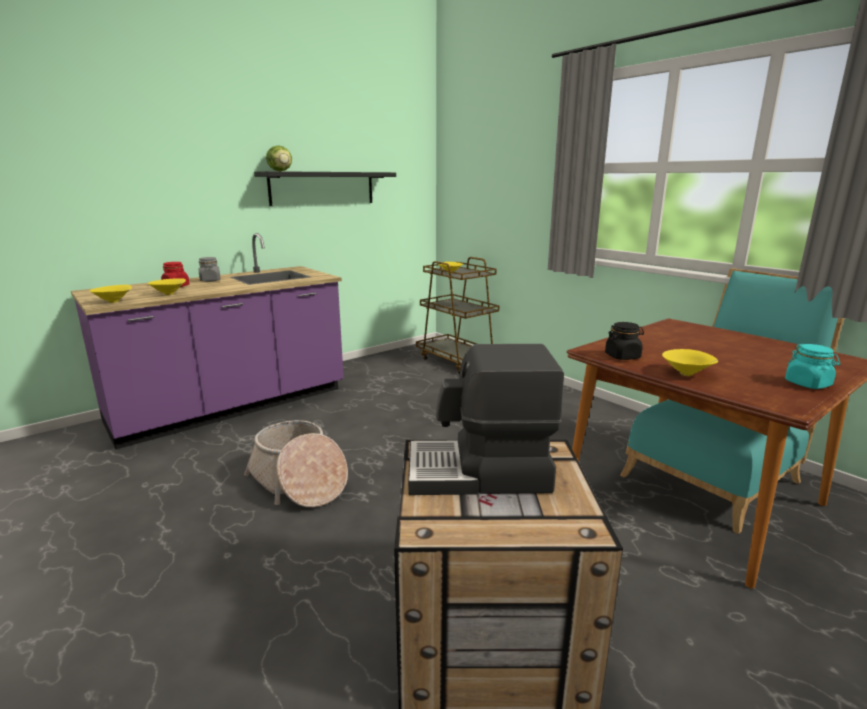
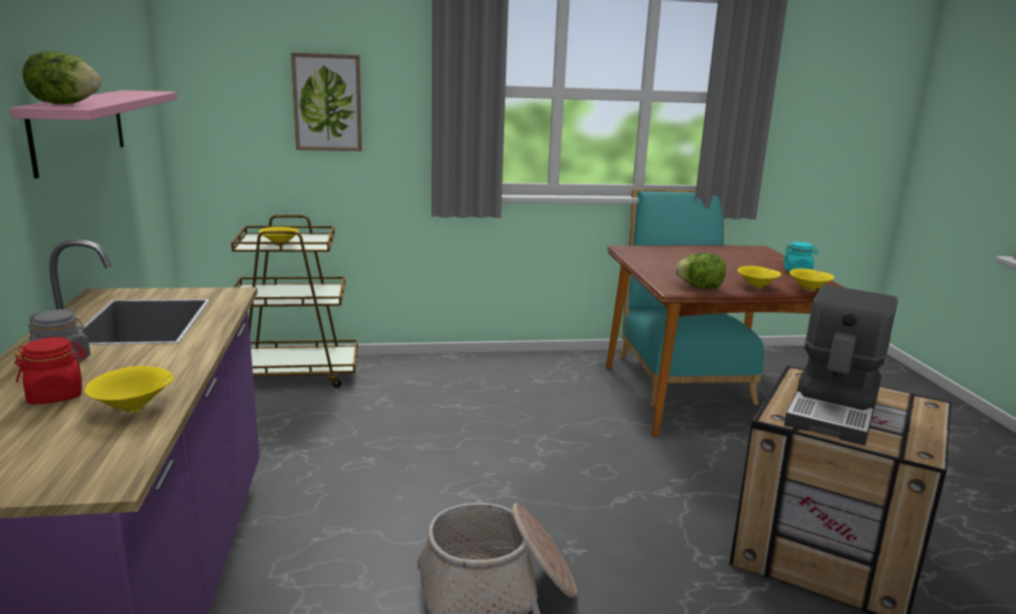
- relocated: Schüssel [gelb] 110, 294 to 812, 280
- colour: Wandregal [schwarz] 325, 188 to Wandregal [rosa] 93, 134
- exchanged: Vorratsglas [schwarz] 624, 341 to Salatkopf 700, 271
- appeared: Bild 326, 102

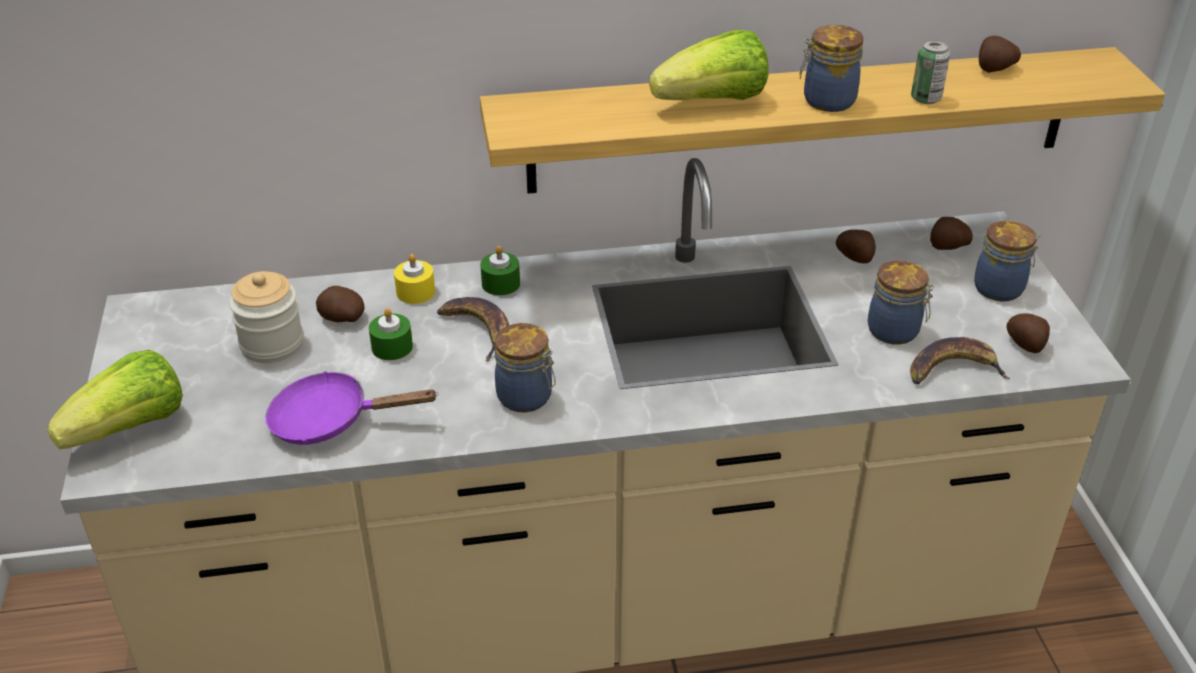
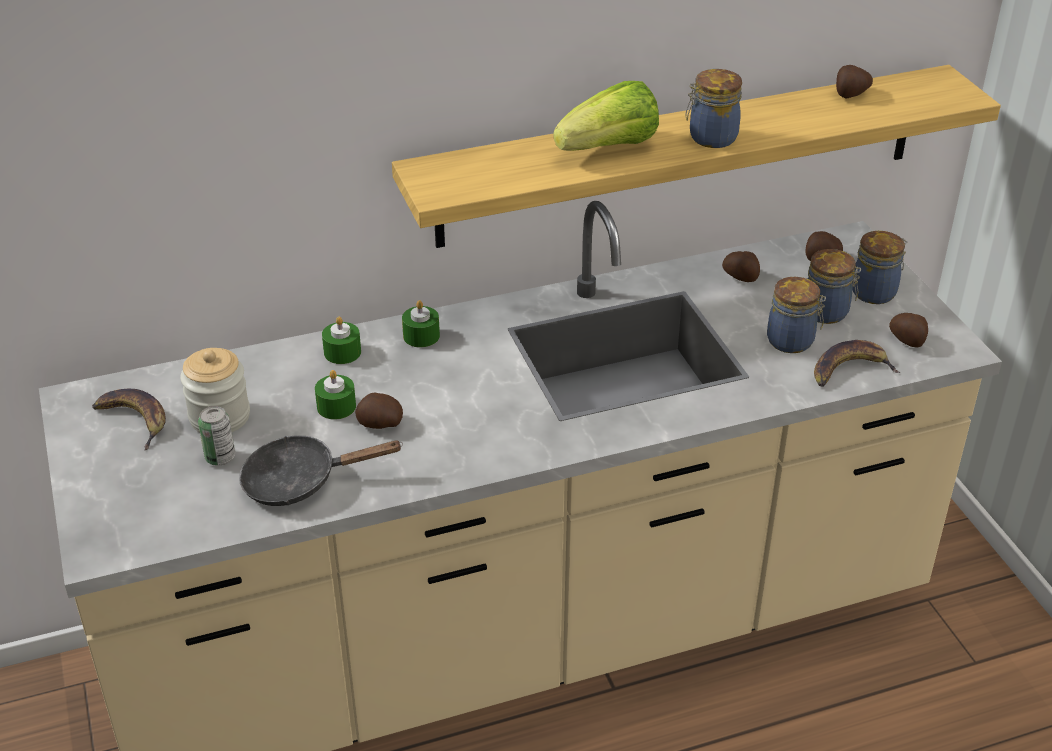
- missing: Salatkopf 115, 399
- colour: Pfanne [lila] 351, 408 to Pfanne [schwarz] 321, 470
- relocated: Kartoffel 340, 304 to 379, 411
- colour: Kerze [gelb] 414, 279 to Kerze [grün] 341, 340
- relocated: Banane 473, 329 to 129, 419
- relocated: Vorratsglas 525, 367 to 834, 286
- relocated: Dose 930, 72 to 216, 436

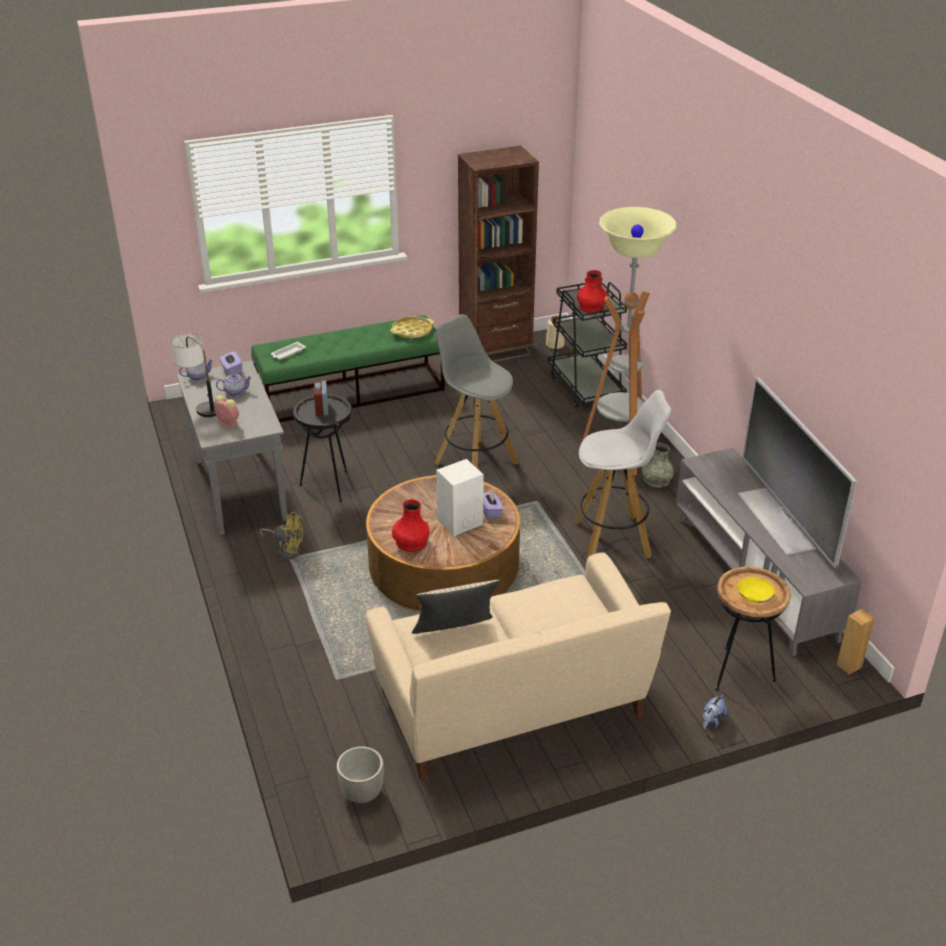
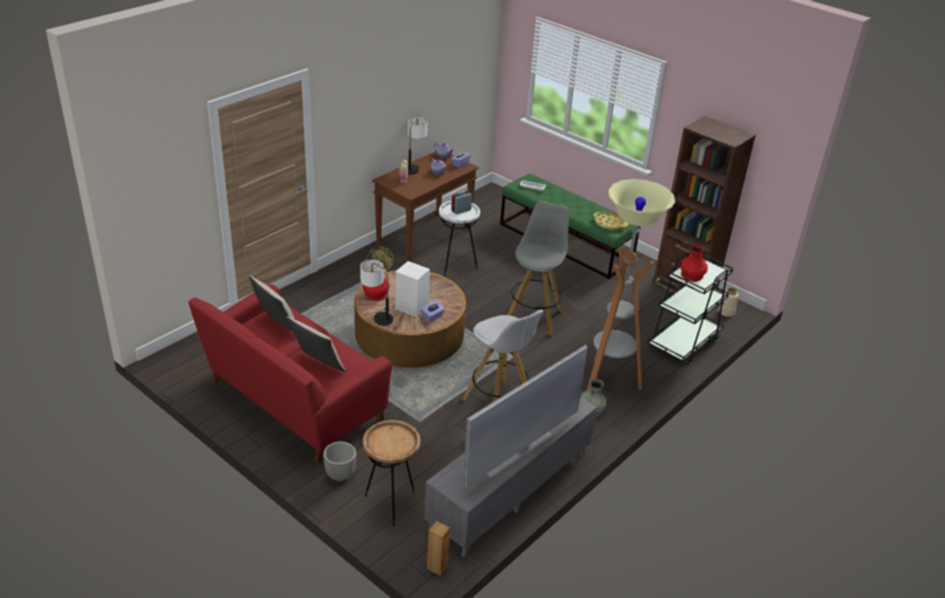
- colour: Konsolentisch [grau] 231, 448 to Konsolentisch [braun] 425, 206
- colour: Beistelltisch [schwarz] 322, 448 to Beistelltisch [weiß] 459, 238
- relocated: Pflanzkübel 360, 774 to 339, 461
- colour: Sofa [beige] 518, 666 to Sofa [rot] 290, 374
- missing: Plüschtier 714, 712
- missing: Schüssel [gelb] 756, 590
- appeared: Kissen [beige] 316, 344
- appeared: Tischlampe 376, 292

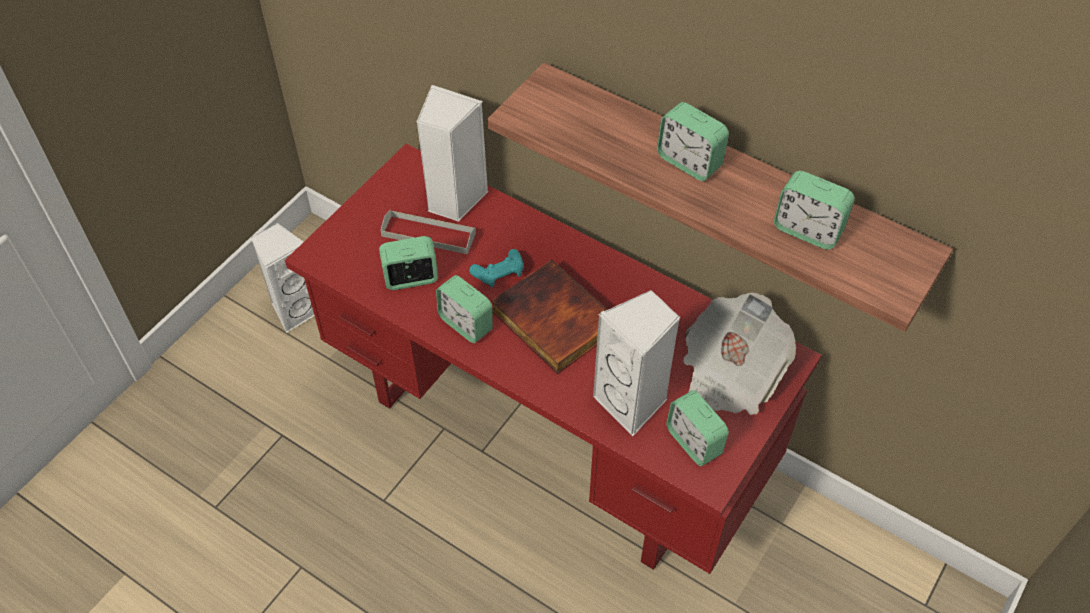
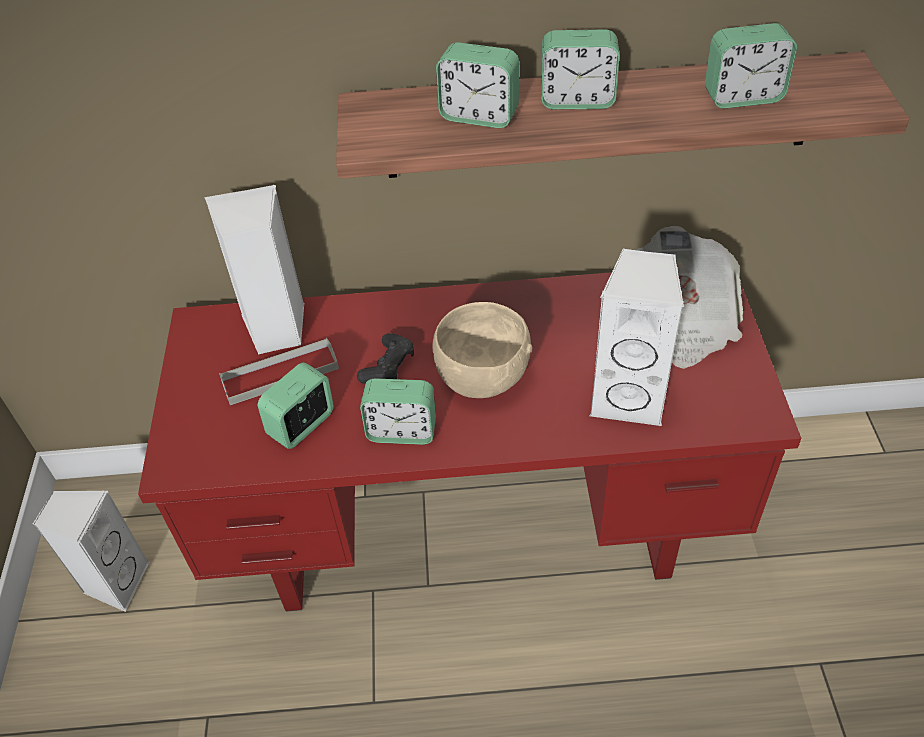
- colour: Gamepad [türkis] 496, 268 to Gamepad [schwarz] 385, 358
- exchanged: Buch 549, 317 to Schüssel [beige] 482, 350
- relocated: Wecker 697, 428 to 477, 85

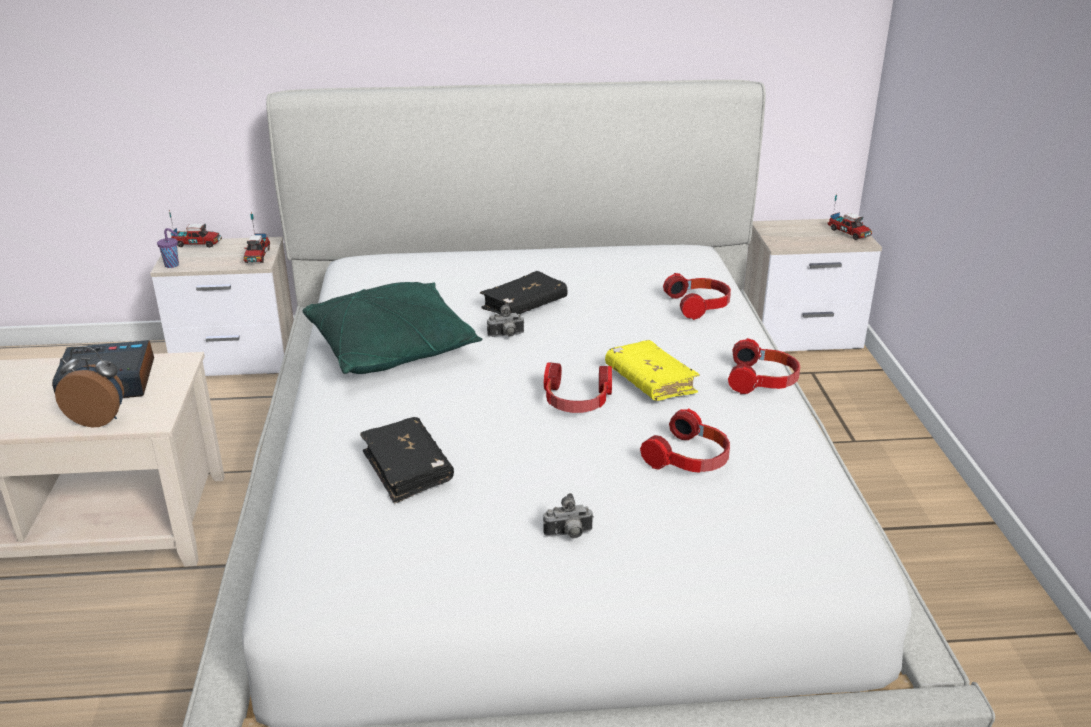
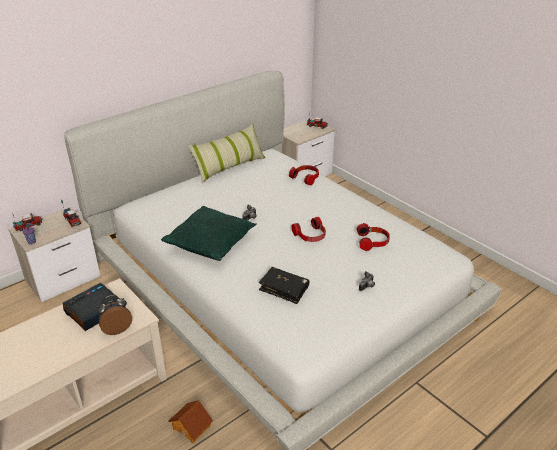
- missing: Buch [schwarz] 524, 292
- missing: Buch [gelb] 652, 370
- missing: Kopfhörer 764, 366
- appeared: Spielzeughaus 191, 421
- appeared: Kissen 226, 153

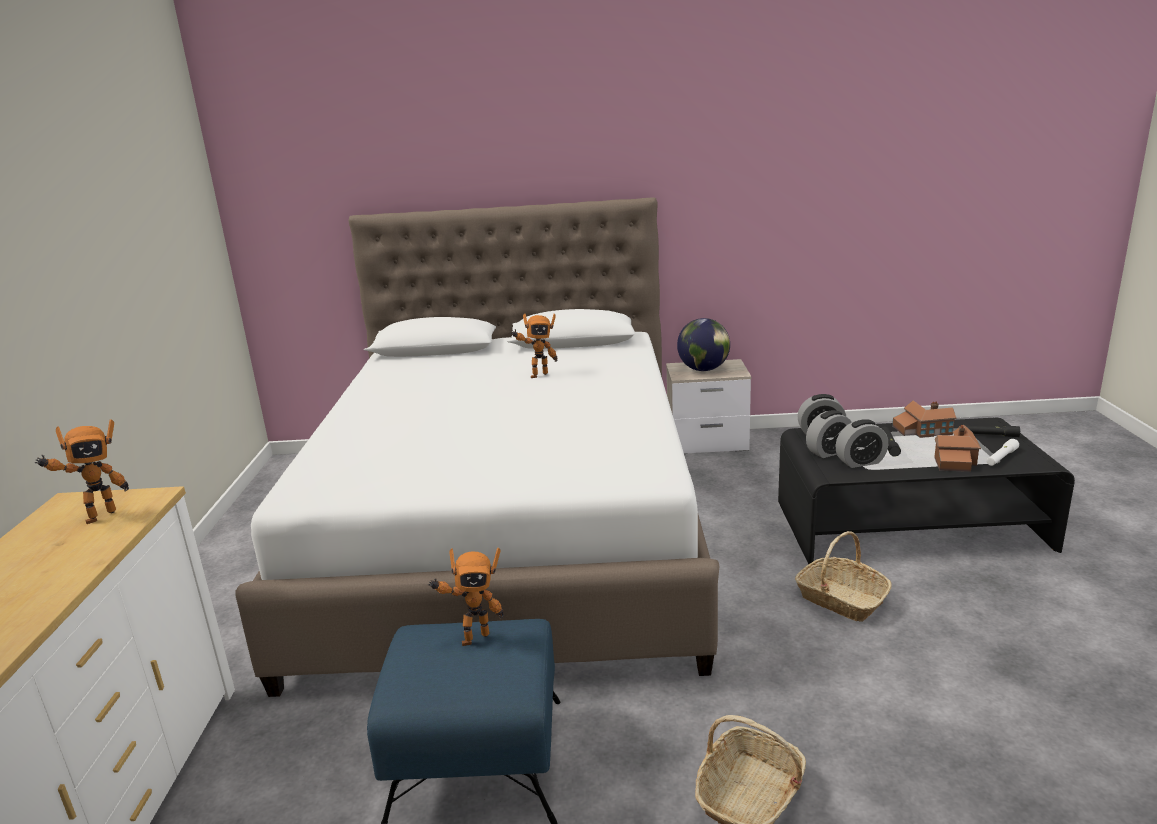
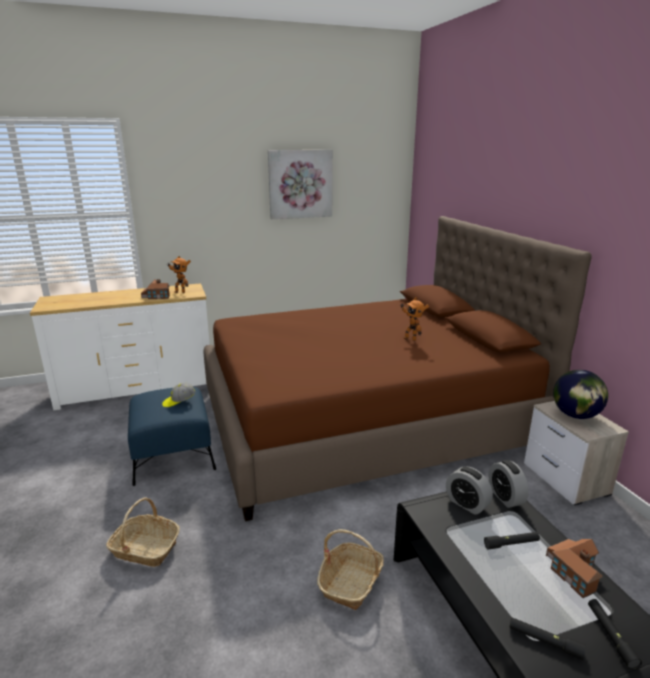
- colour: Bett [weiß] 477, 447 to Bett [braun] 397, 368
- exchanged: Spielzeugroboter 466, 597 to Kappe 178, 395
- missing: Wecker 861, 443
- relocated: Spielzeughaus 957, 448 to 155, 289
- colour: Taschenlampe [weiß] 1003, 452 to Taschenlampe [schwarz] 548, 639
- appeared: Bild 300, 184

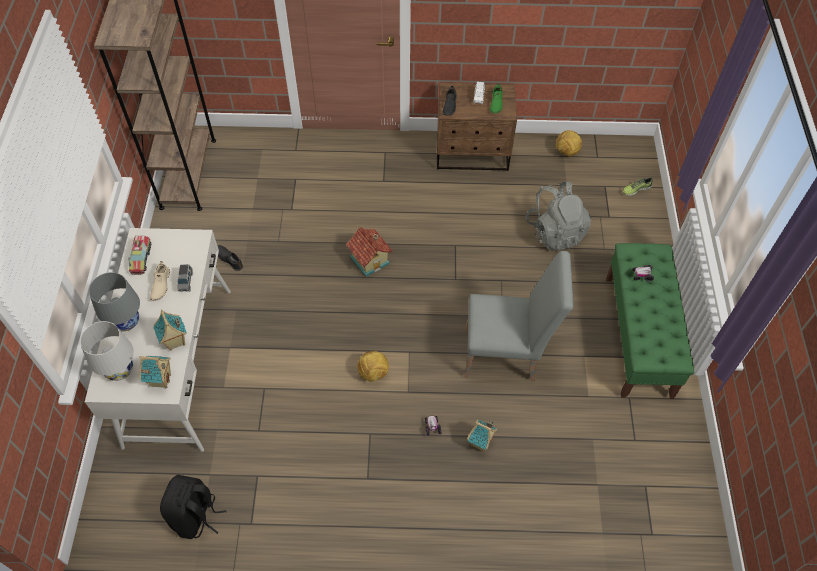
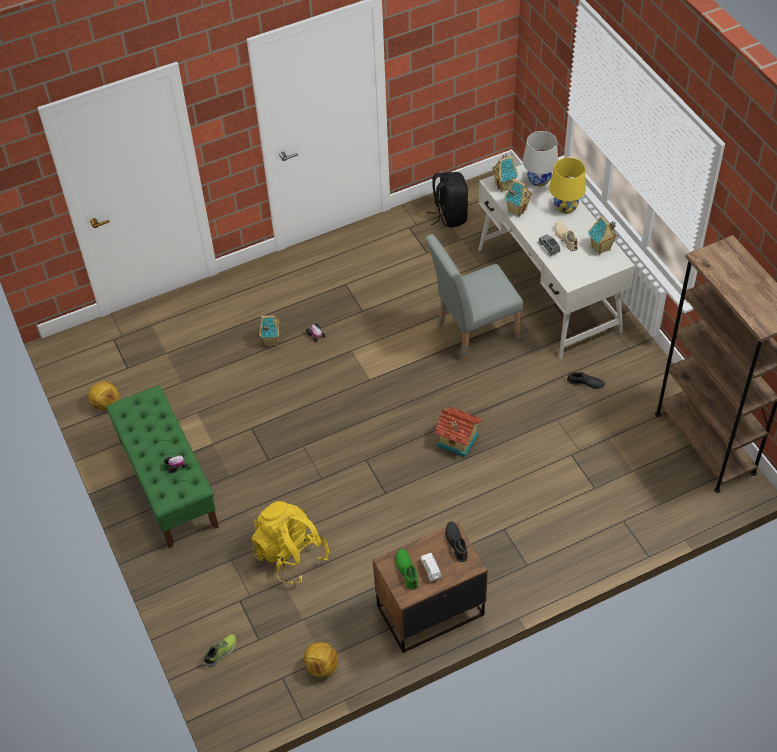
- colour: Tischlampe [grau] 114, 301 to Tischlampe [gelb] 567, 185
- exchanged: Spielzeuglaster 139, 255 to Spielzeughaus 603, 235
- relocated: Fußball 373, 366 to 103, 395
- relocated: Stuhl [grau] 519, 316 to 474, 297
- colour: Rucksack [grau] 558, 216 to Rucksack [gelb] 290, 542

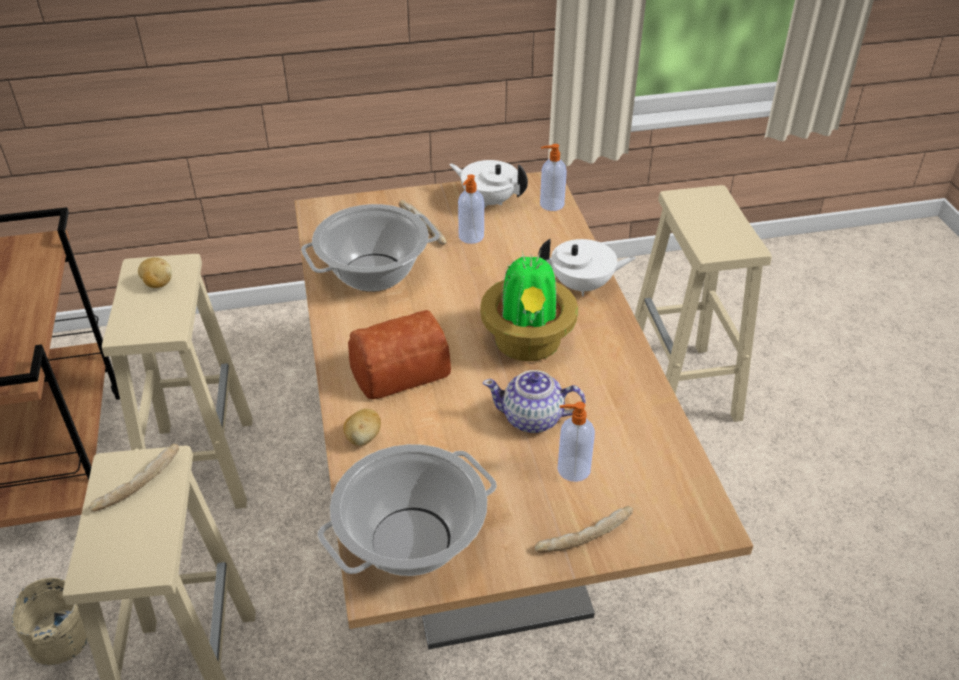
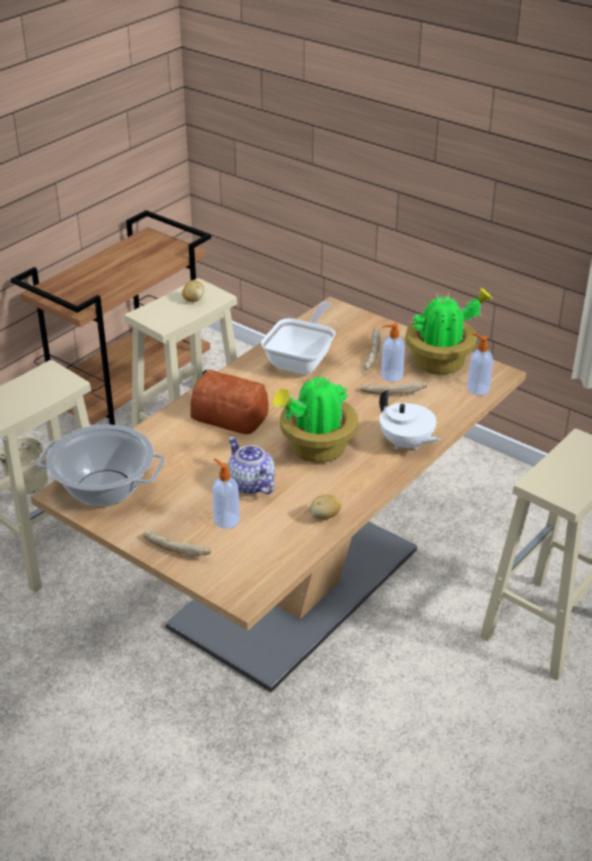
- relocated: Brot 134, 478 to 393, 388
- exchanged: Kochtopf 370, 248 to Pfanne 298, 338
- relocated: Kartoffel 362, 427 to 325, 507
- exchanged: Teekanne [weiß] 488, 184 to Topfpflanze 449, 331

